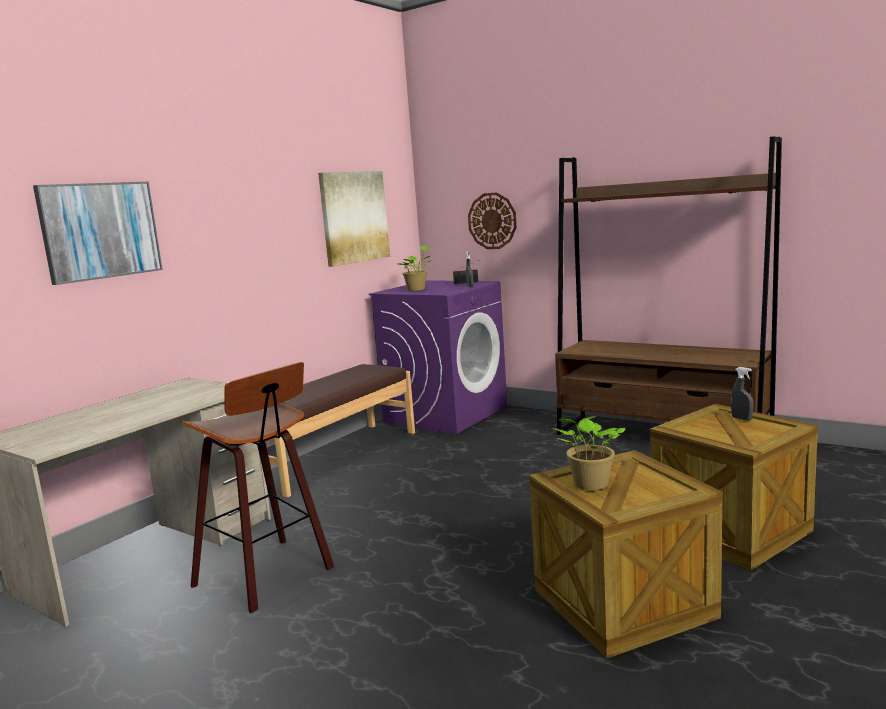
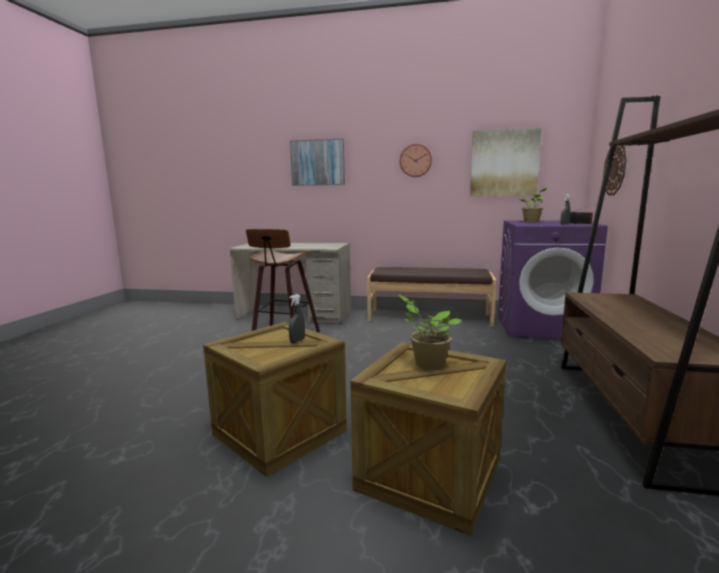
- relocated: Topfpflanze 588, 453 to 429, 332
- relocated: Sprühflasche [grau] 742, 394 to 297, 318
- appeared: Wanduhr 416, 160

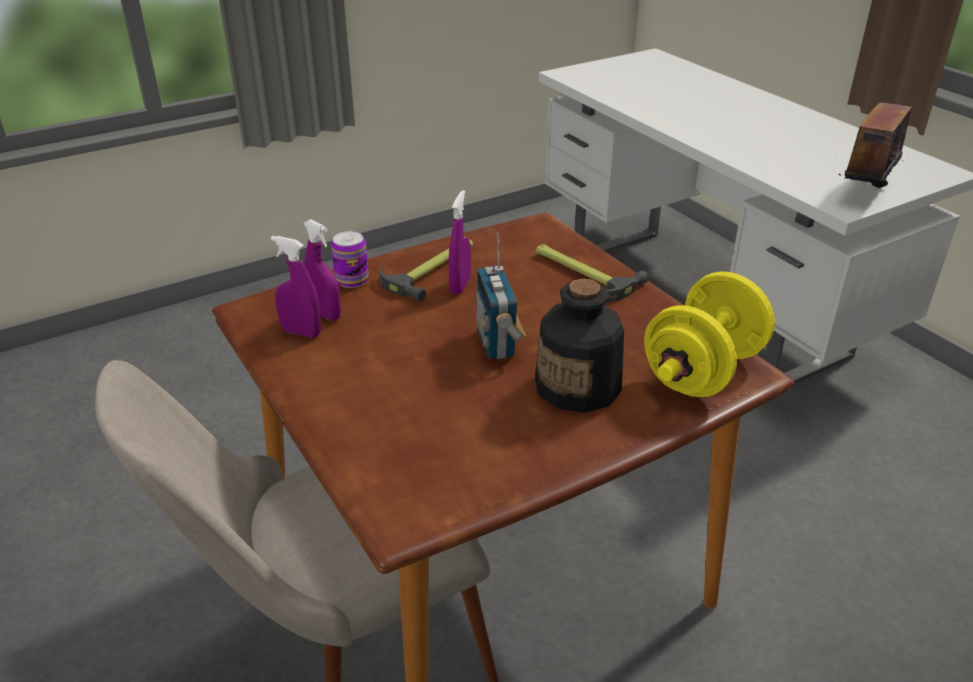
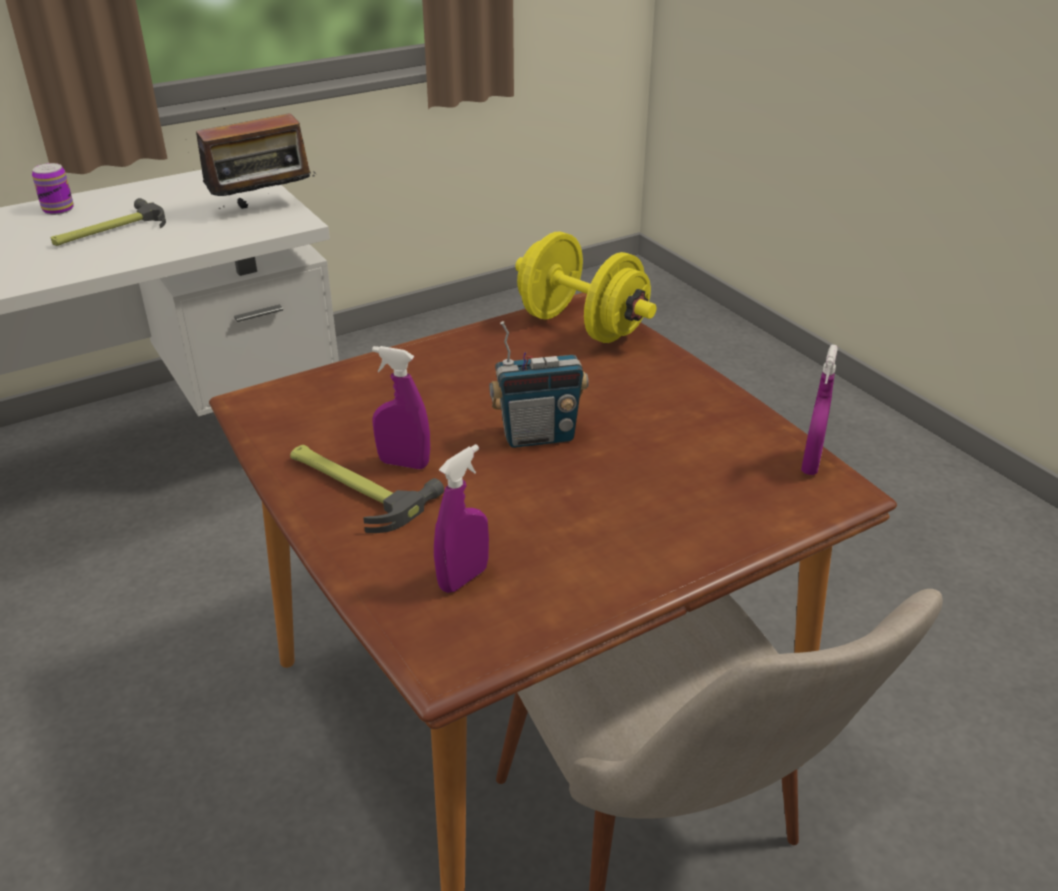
- relocated: Sprühflasche [lila] 296, 287 to 819, 410
- relocated: Dose 350, 259 to 53, 189
- missing: Flasche 579, 346
- relocated: Hammer 592, 273 to 108, 222
- spun: Radio 877, 135 = 251, 155 60 degrees counterclockwise

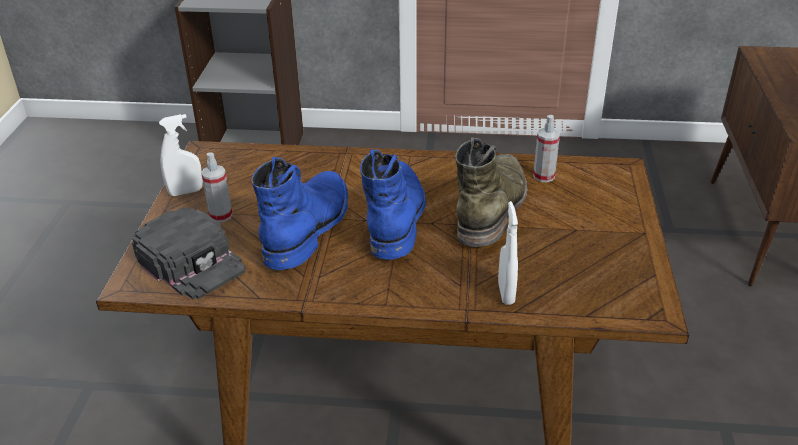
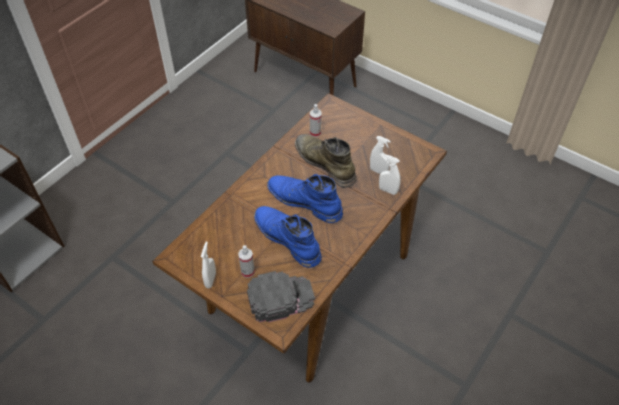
- appeared: Sprühflasche [weiß] 380, 155

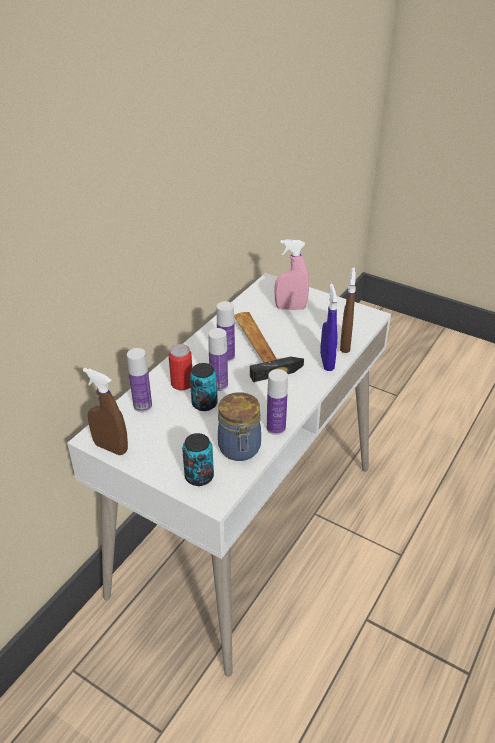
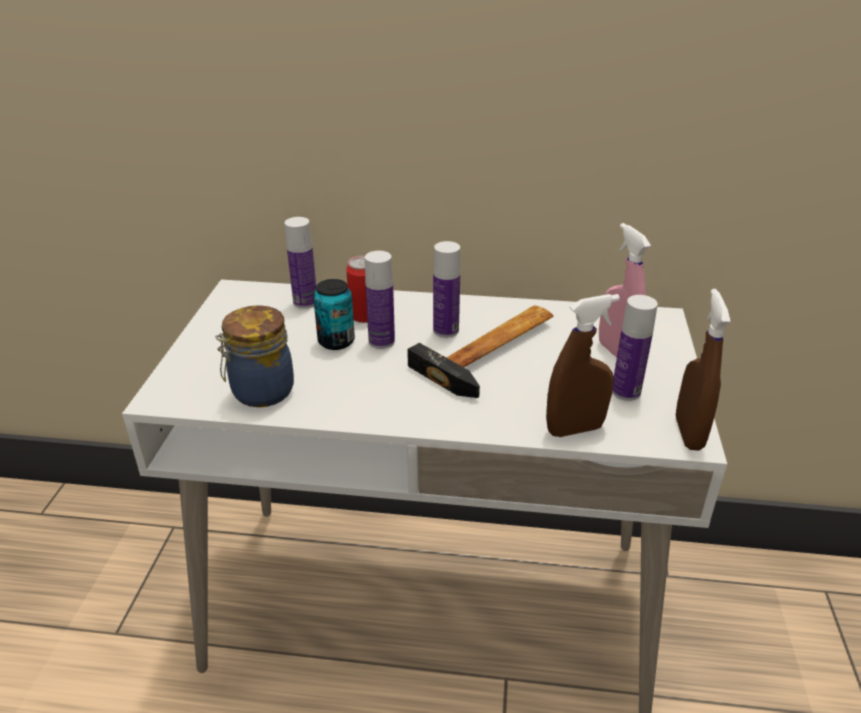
- relocated: Sprühflasche [braun] 105, 411 to 703, 369
- missing: Dose 198, 459
- relocated: Flasche 277, 402 to 635, 348
- missing: Sprühflasche [blau] 329, 327

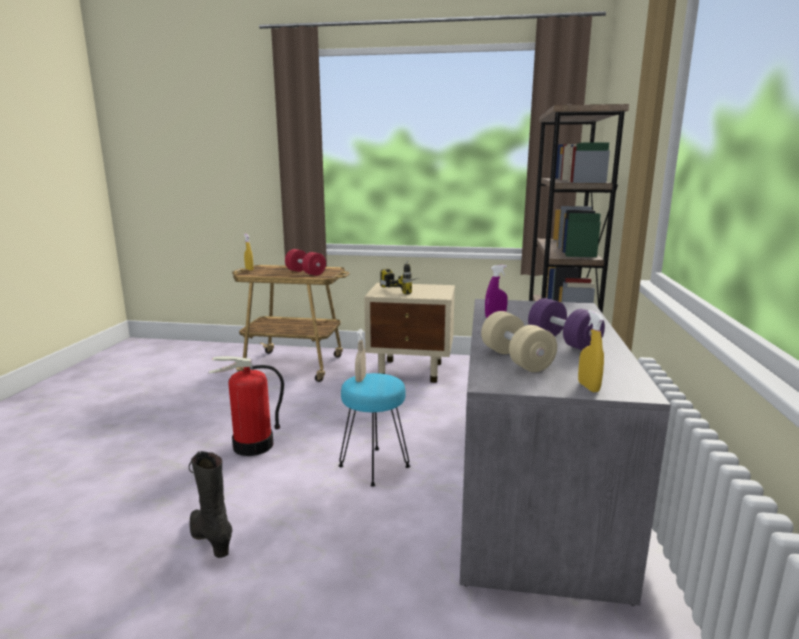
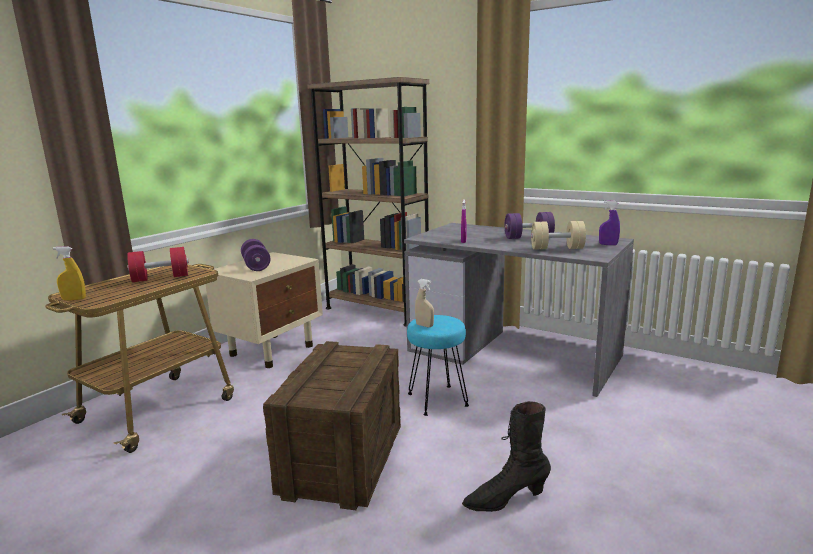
- exchanged: Feuerlöscher 246, 406 to Kiste 332, 425
- exchanged: Bohrmaschine 399, 277 to Hantel [lila] 256, 255
- colour: Sprühflasche [gelb] 591, 351 to Sprühflasche [lila] 609, 223

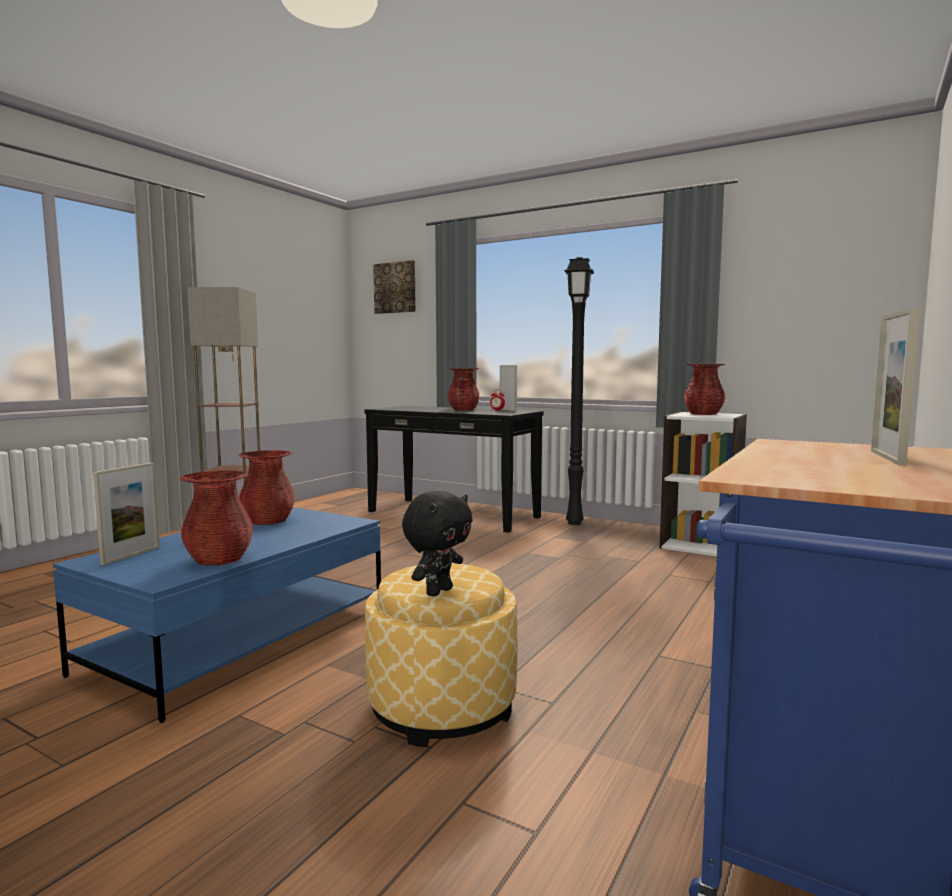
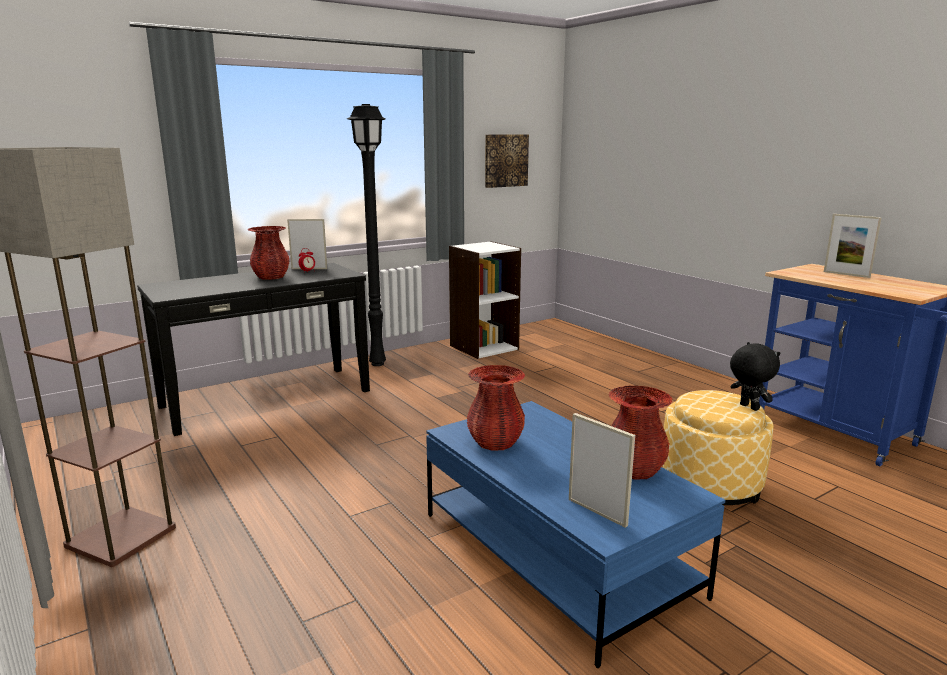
- relocated: Bild 394, 287 to 507, 161
- missing: Vase [rot] 705, 389

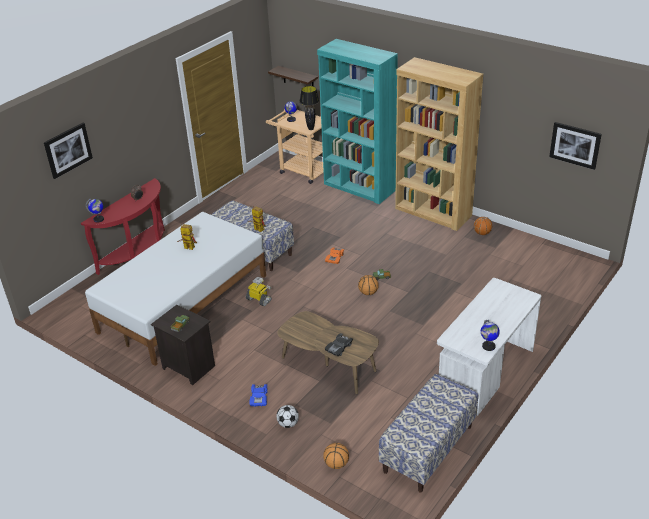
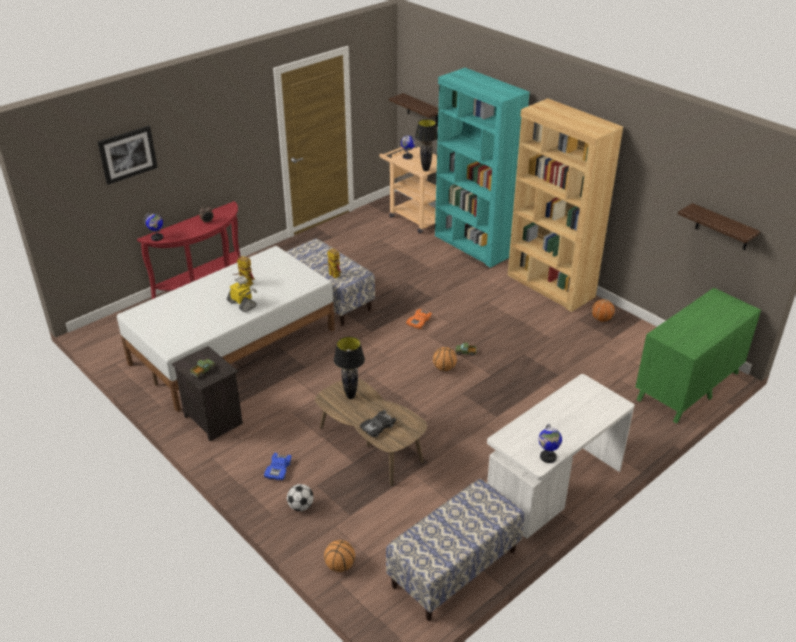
- relocated: Spielzeugroboter 259, 291 to 242, 294
- exchanged: Bild 575, 146 to Wandregal 719, 226
- appeared: Tischlampe [schwarz] 349, 368
- appeared: Kommode [grün] 698, 356

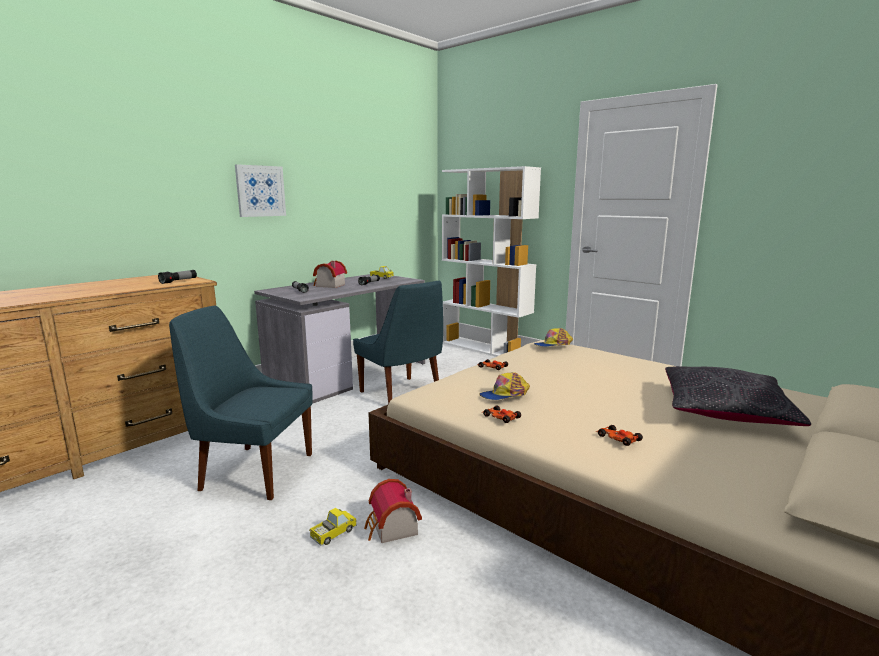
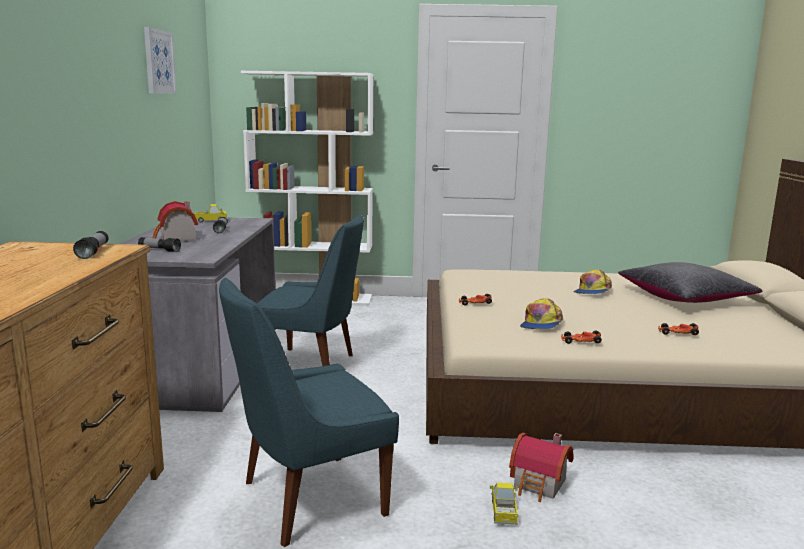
- relocated: Bild 260, 190 to 160, 60
- relocated: Kappe 553, 337 to 593, 282

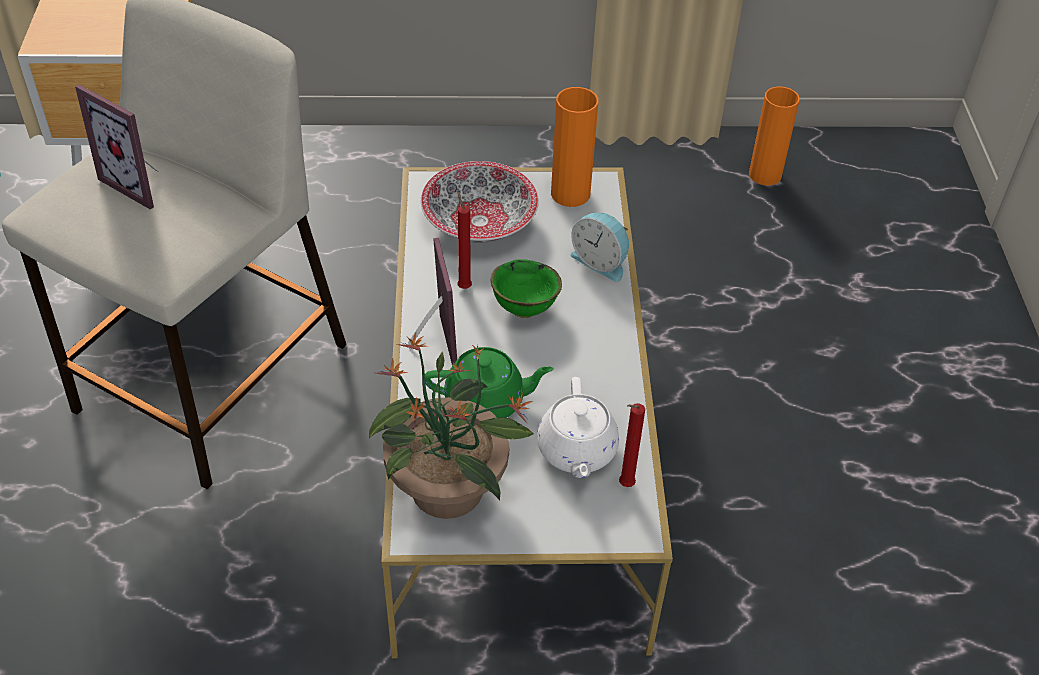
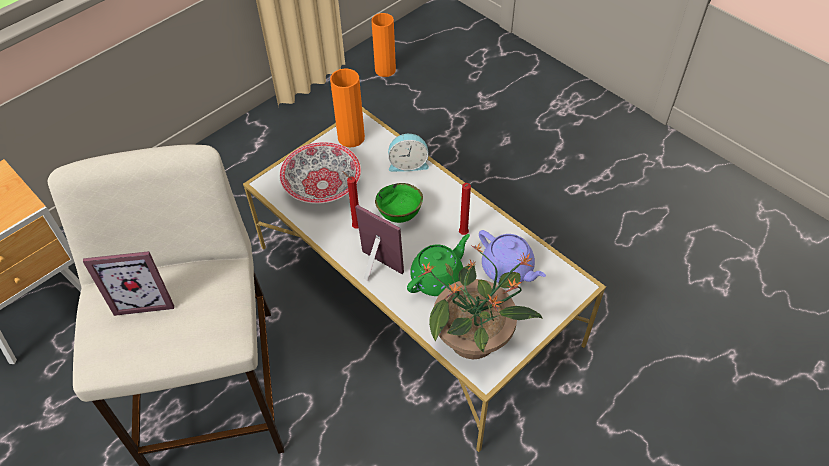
- colour: Teekanne [weiß] 578, 427 to Teekanne [lila] 512, 256
- relocated: Kerze [rot] 632, 445 to 465, 209

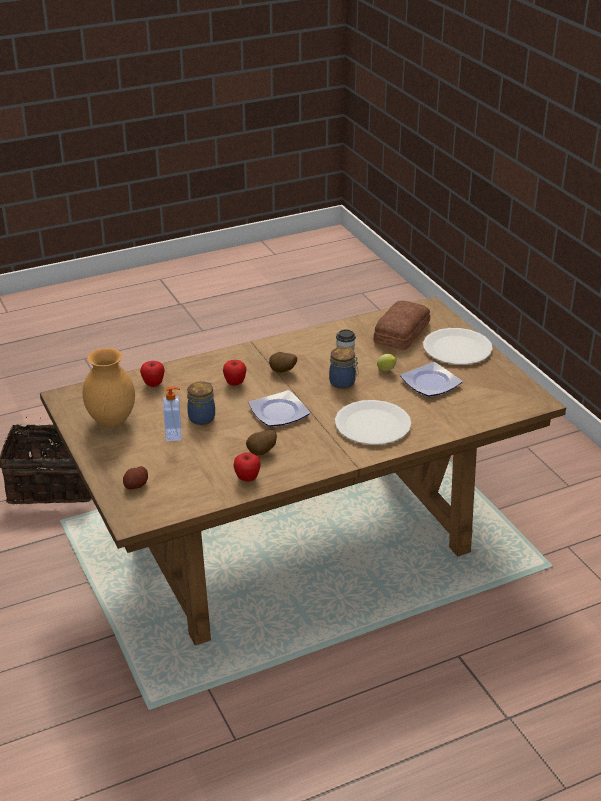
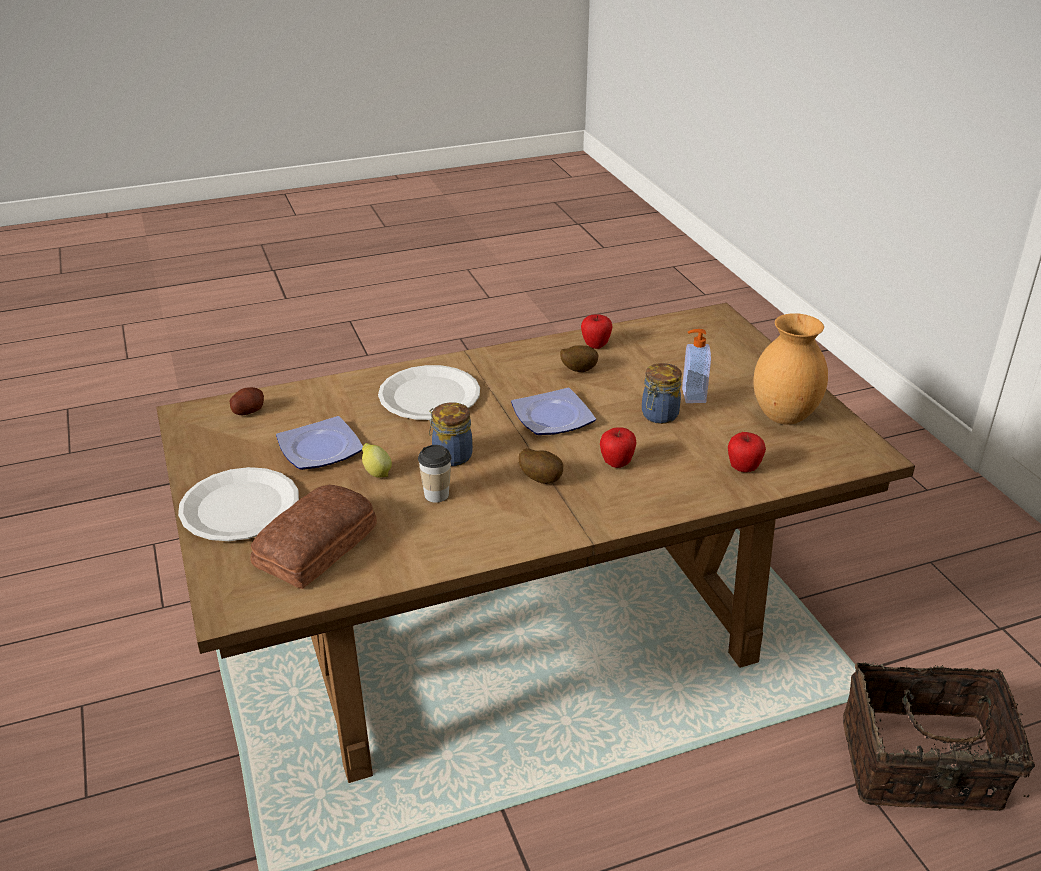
- relocated: Kartoffel 135, 477 to 247, 401

